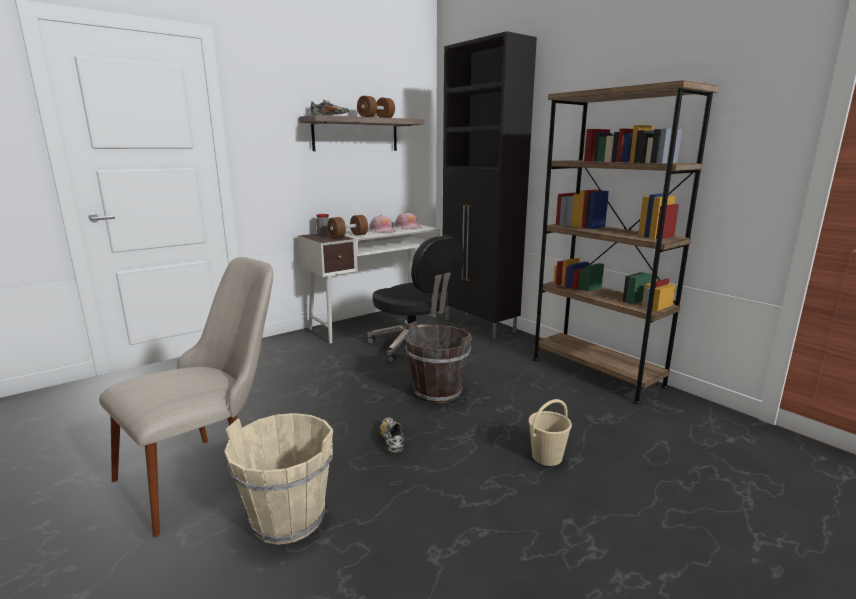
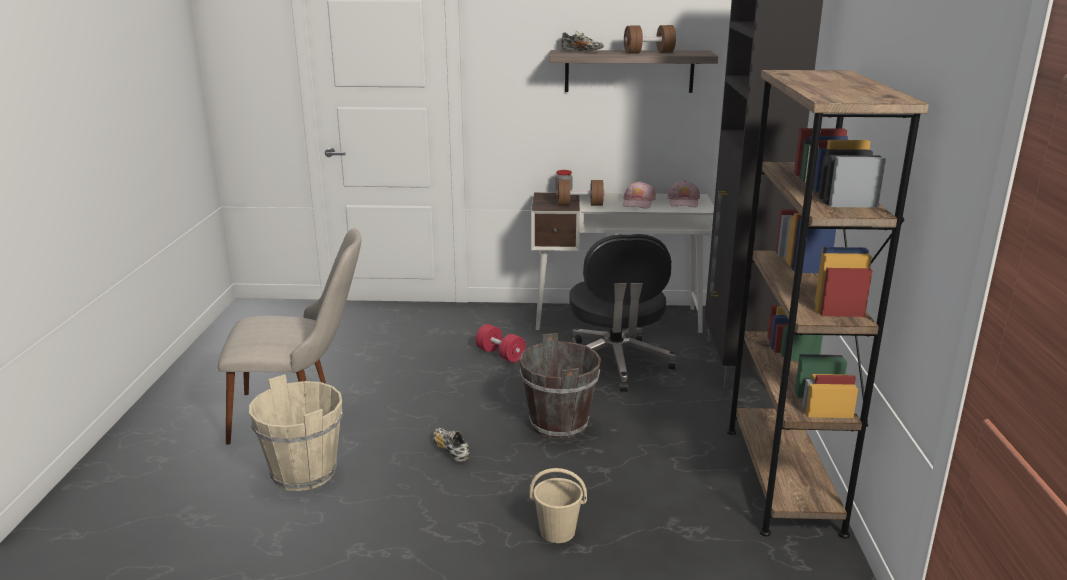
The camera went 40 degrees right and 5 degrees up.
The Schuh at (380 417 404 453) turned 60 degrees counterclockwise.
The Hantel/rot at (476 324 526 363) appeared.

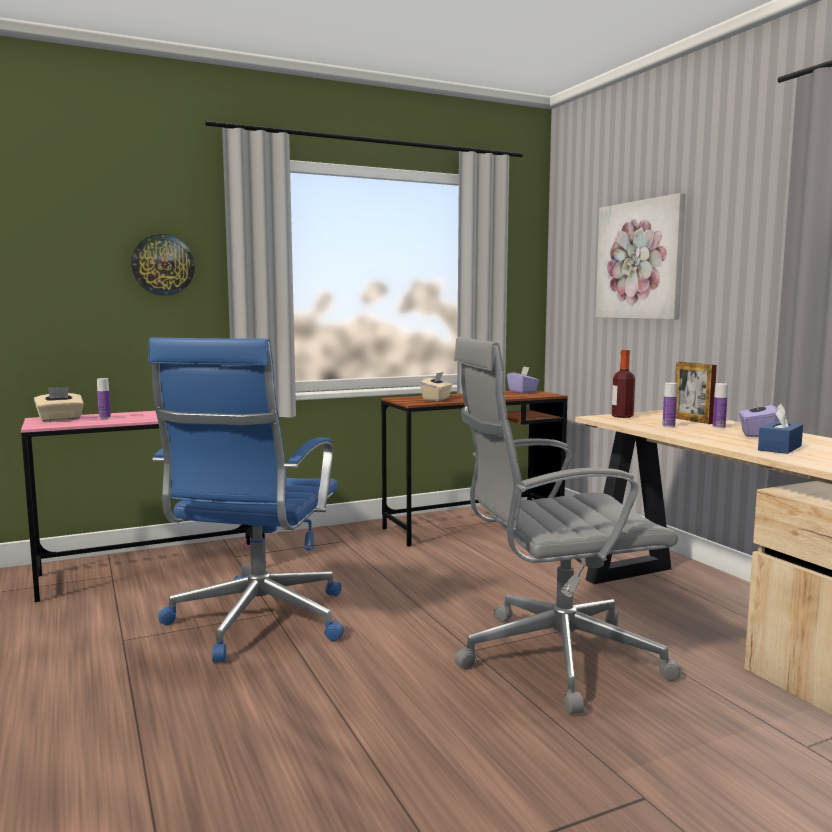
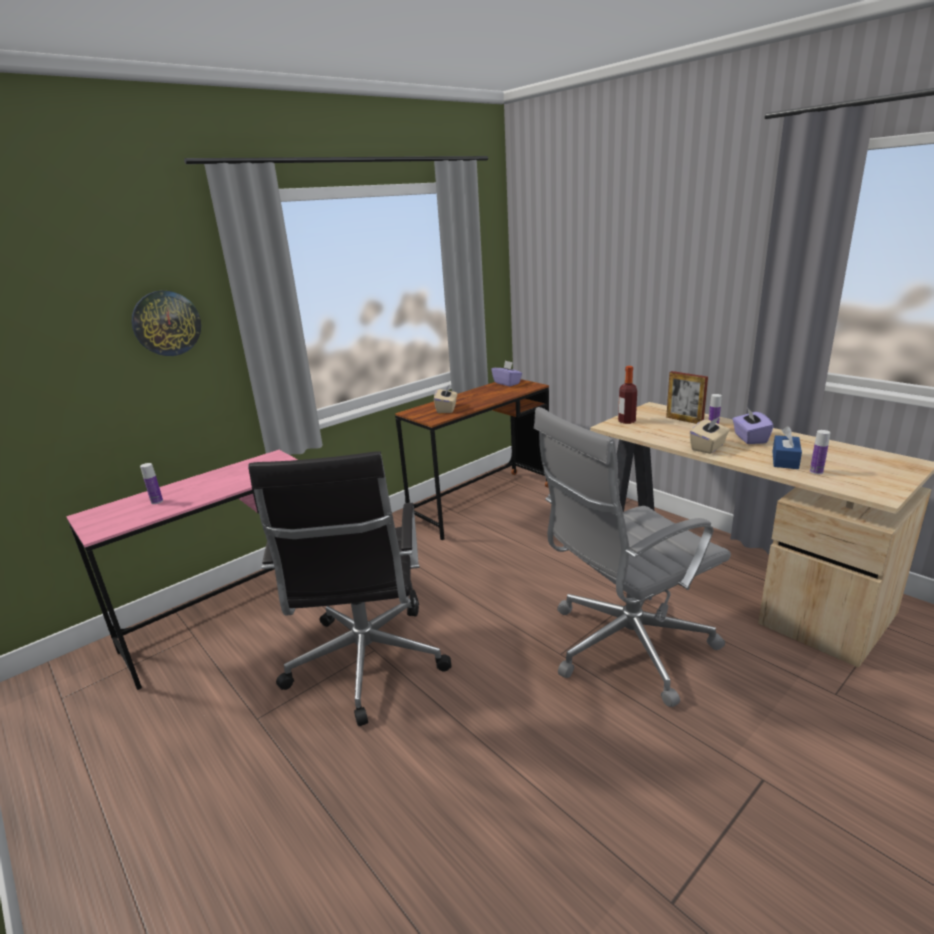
The camera went 15 degrees left and 15 degrees up.
The Taschentuchbox/beige moved from (34 387 84 422) to (690 416 730 454).
The Bürostuhl/blau at (148 338 344 662) became the Bürostuhl/schwarz at (248 451 451 726).
The Bild at (595 193 686 319) disappeared.
The Flasche moved from (662 383 677 427) to (810 430 830 474).

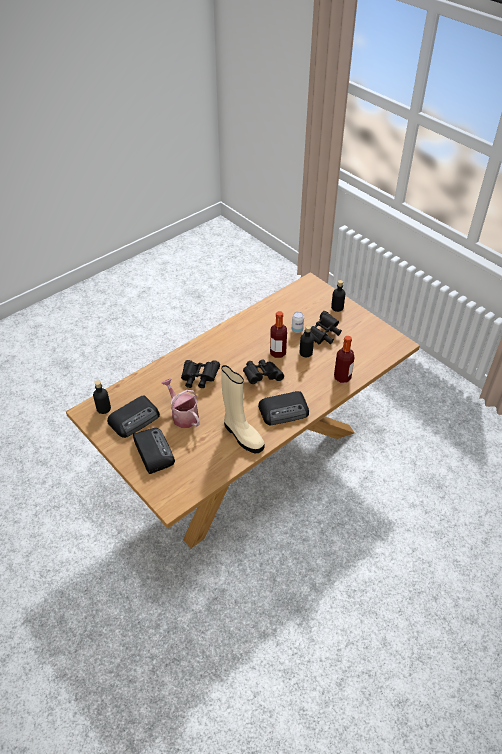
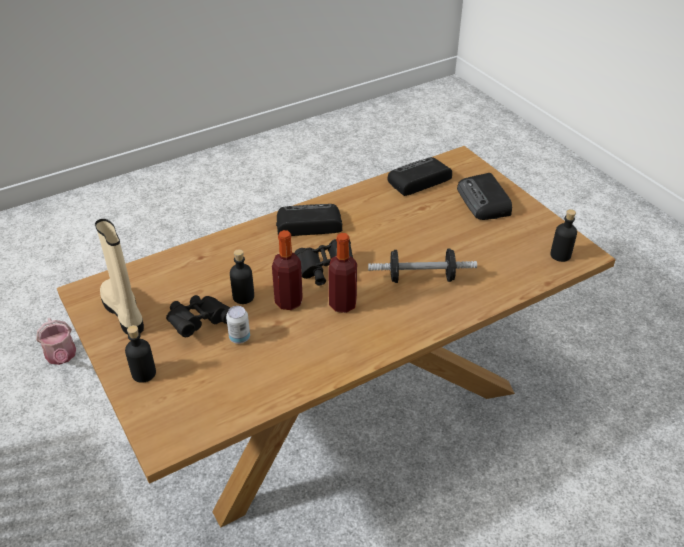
The camera went 170 degrees left and 5 degrees down.
The Radio moved from (107 396 160 438) to (387 157 452 196).
The Gießkanne moved from (161 378 200 428) to (36 318 76 365).
The Fernglas/schwarz at (181 360 220 388) was replaced by the Hantel at (368 249 477 283).
The Stiefel/beige moved from (221 365 264 453) to (95 219 144 335).
The Flasche moved from (334 336 355 383) to (328 233 357 313).

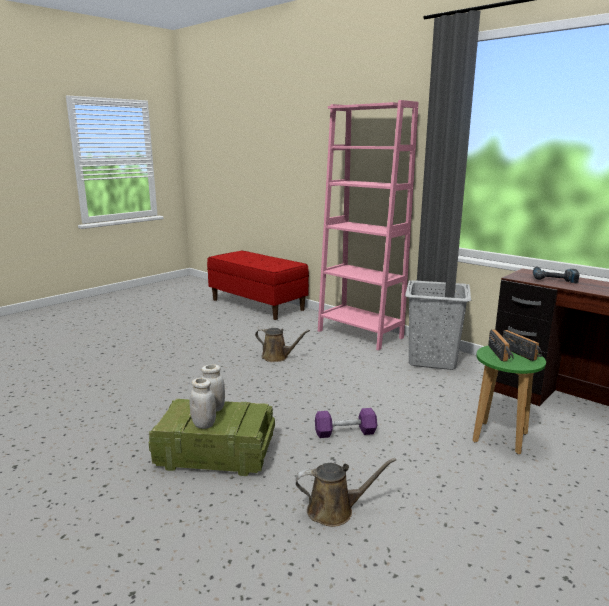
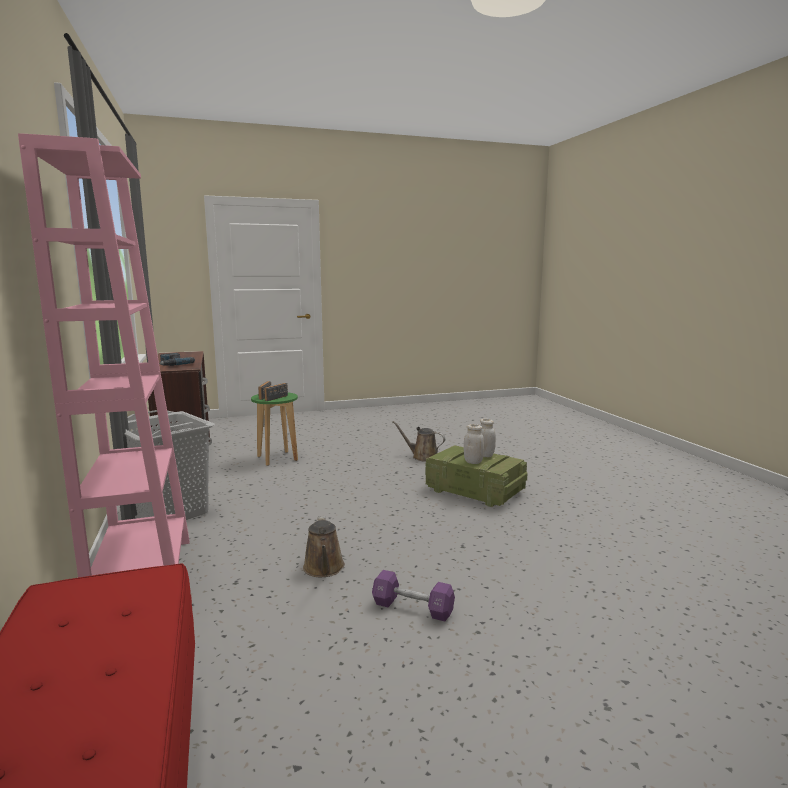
The camera went 150 degrees left and 5 degrees down.
The Gießkanne/braun at (255 328 310 362) turned 150 degrees counterclockwise.
The Hantel/lila moved from (315 408 377 438) to (372 570 455 621).

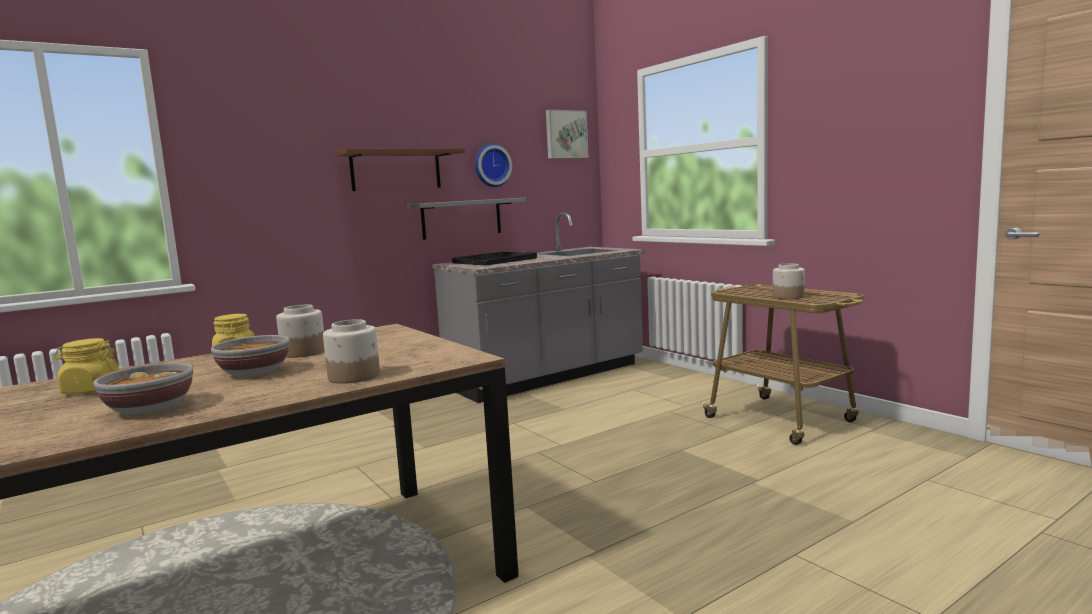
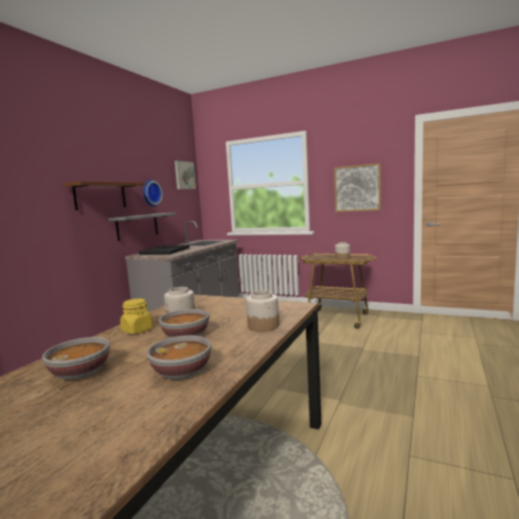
The camera went 30 degrees left and 0 degrees up.
The Vorratsglas/gelb at (54 338 119 394) was replaced by the Schüssel at (42 337 110 380).
The Bild at (334 163 381 212) appeared.

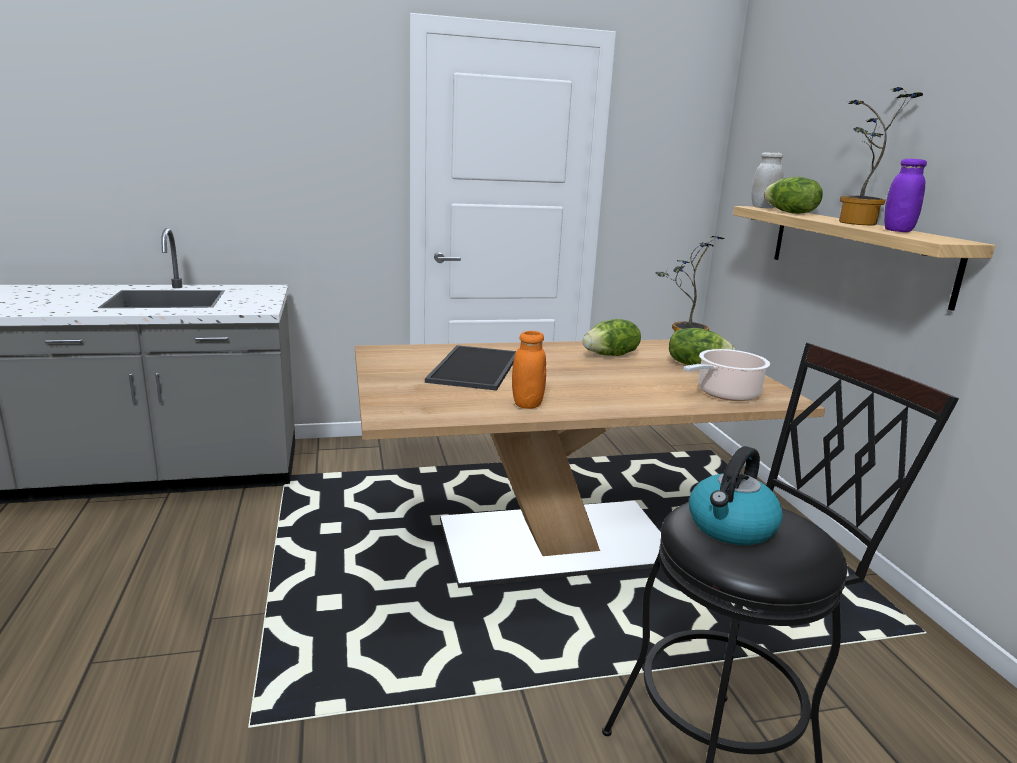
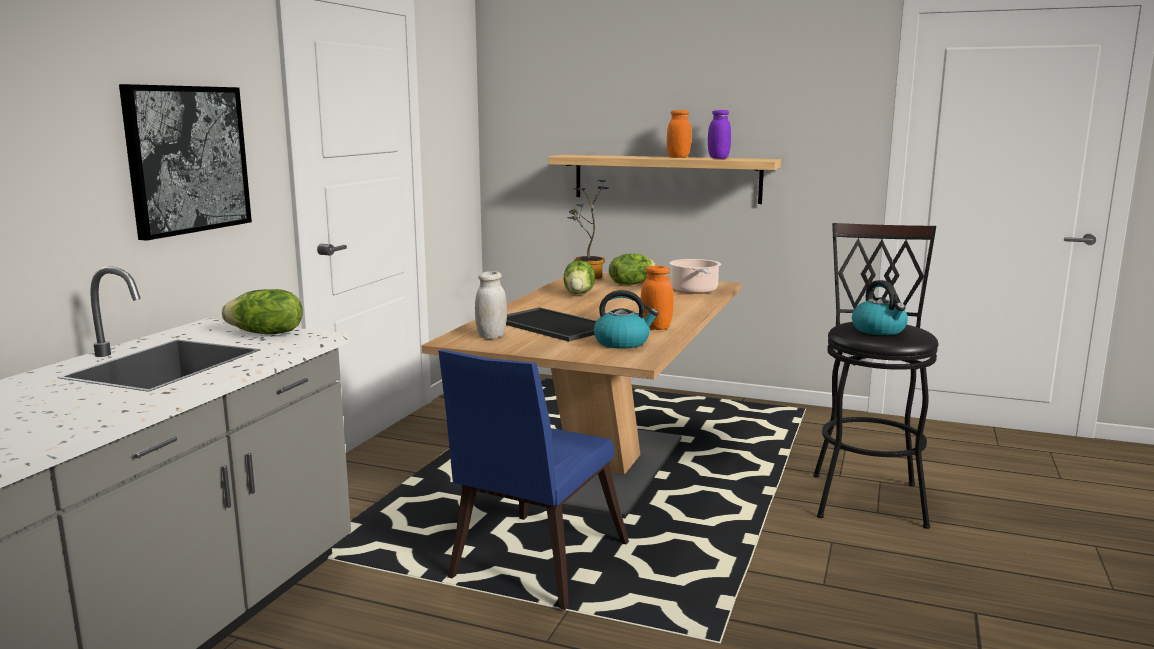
The camera went 55 degrees left and 5 degrees down.
The Vorratsglas/weiß moved from (751 152 784 208) to (475 271 507 339).
The Salatkopf moved from (763 177 823 214) to (222 289 303 335).
The Topfpflanze at (839 87 923 225) was replaced by the Vorratsglas/orange at (667 110 692 158).
The Bild at (119 84 252 241) appeared.
The Stuhl/blau at (439 350 629 610) appeared.
The Wasserkessel at (594 290 659 349) appeared.

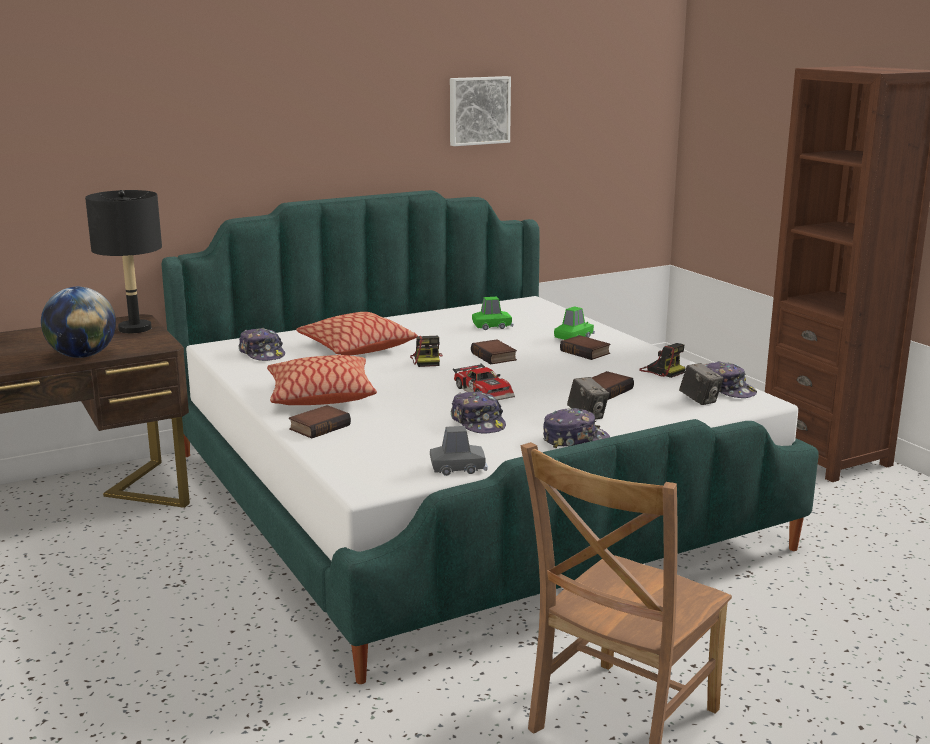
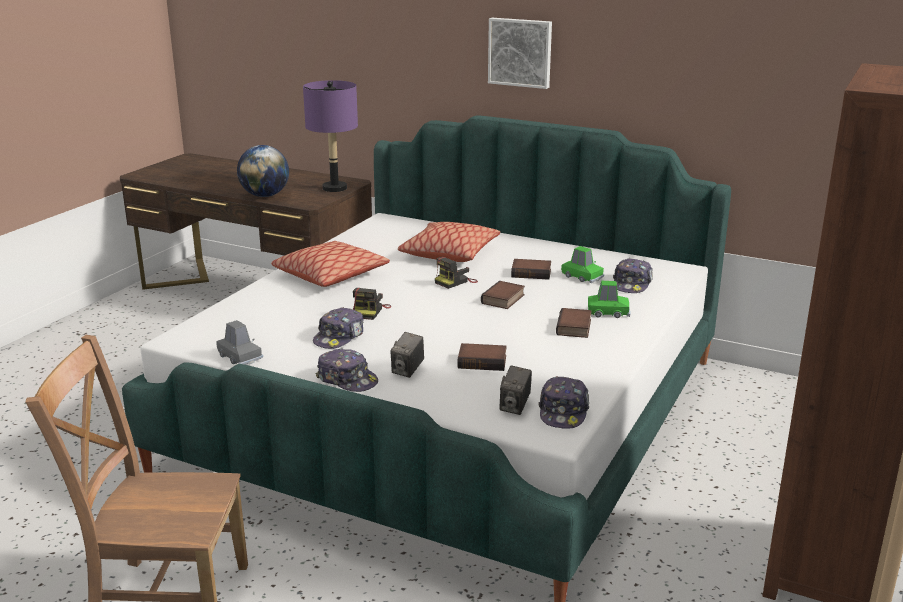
The camera went 55 degrees right and 5 degrees up.
The Tischlampe/schwarz at (85 190 162 333) became the Tischlampe/lila at (303 80 358 192).
The Kappe moved from (238 328 285 361) to (613 258 653 293).
The Buch moved from (289 405 351 439) to (511 259 551 280).
The Bild moved from (450 76 511 146) to (488 18 552 89).
The Spielzeugauto at (453 364 515 400) disappeared.
The Kamera moved from (639 343 686 378) to (353 288 391 320).

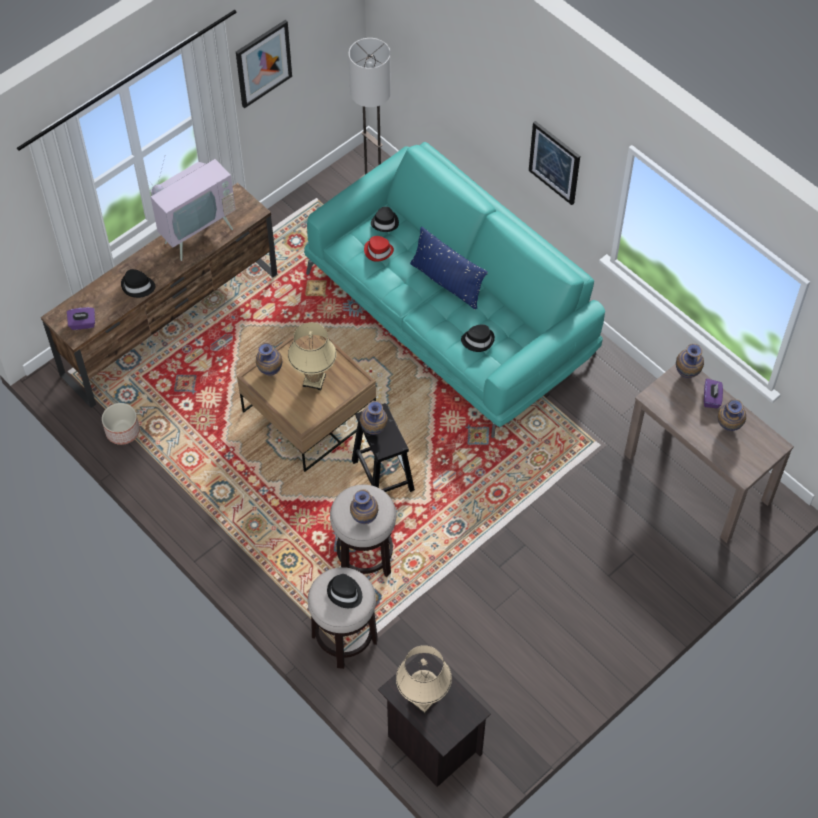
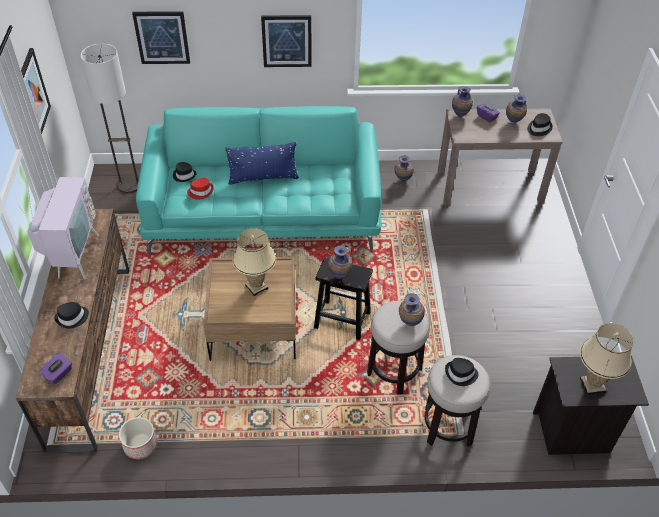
The camera went 50 degrees left and 10 degrees down.
The Vase moved from (256 342 282 375) to (395 155 414 181).
The Hut/schwarz moved from (461 324 495 352) to (527 113 553 136).
The Bild at (132 11 190 64) appeared.

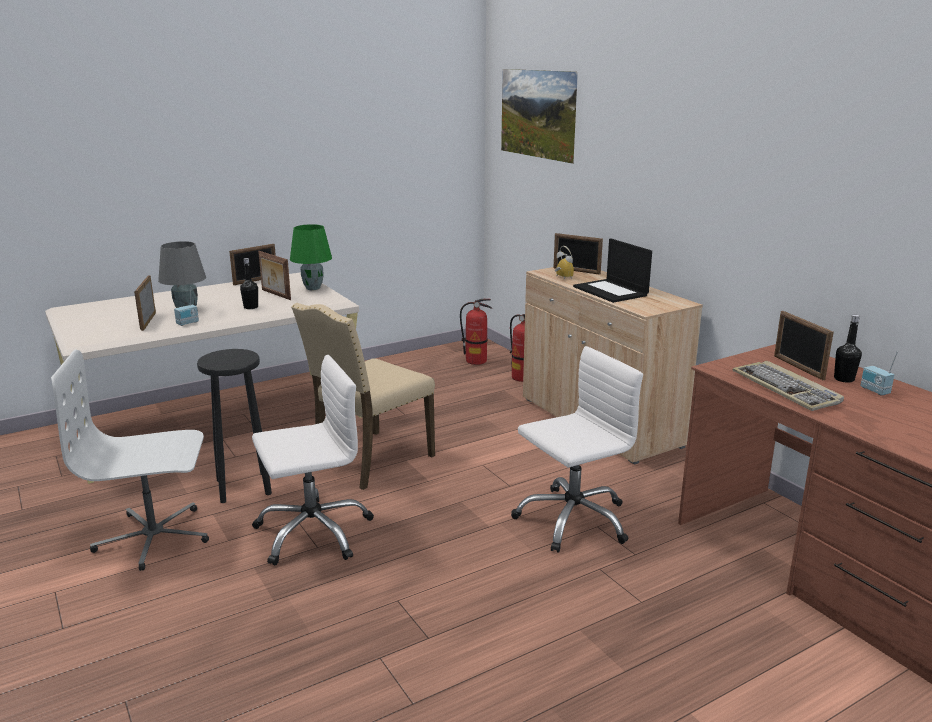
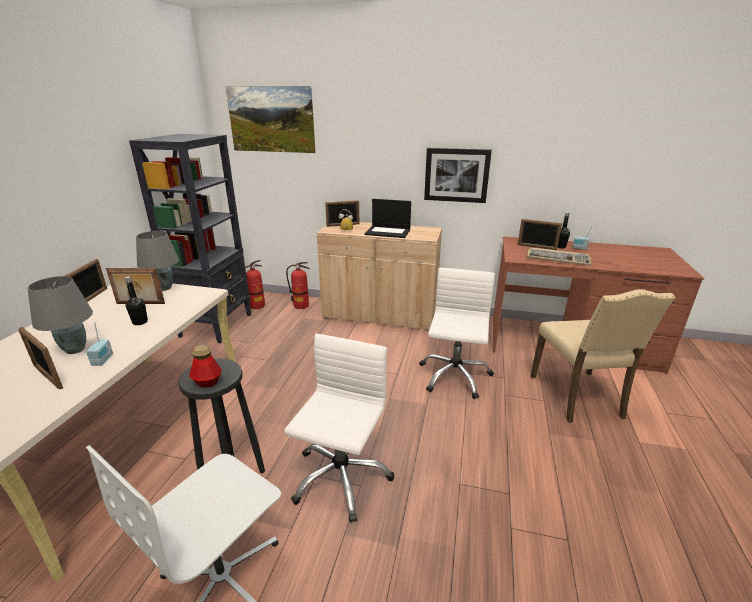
The camera went 45 degrees left and 5 degrees up.
The Tischlampe/grün at (290 224 332 290) became the Tischlampe/grau at (136 231 179 291).
The Stuhl/beige moved from (291 303 435 490) to (531 289 675 423).
The Bücherregal/schwarz at (129 134 251 343) appeared.
The Flasche at (189 345 222 387) appeared.
The Bild at (424 148 492 203) appeared.

